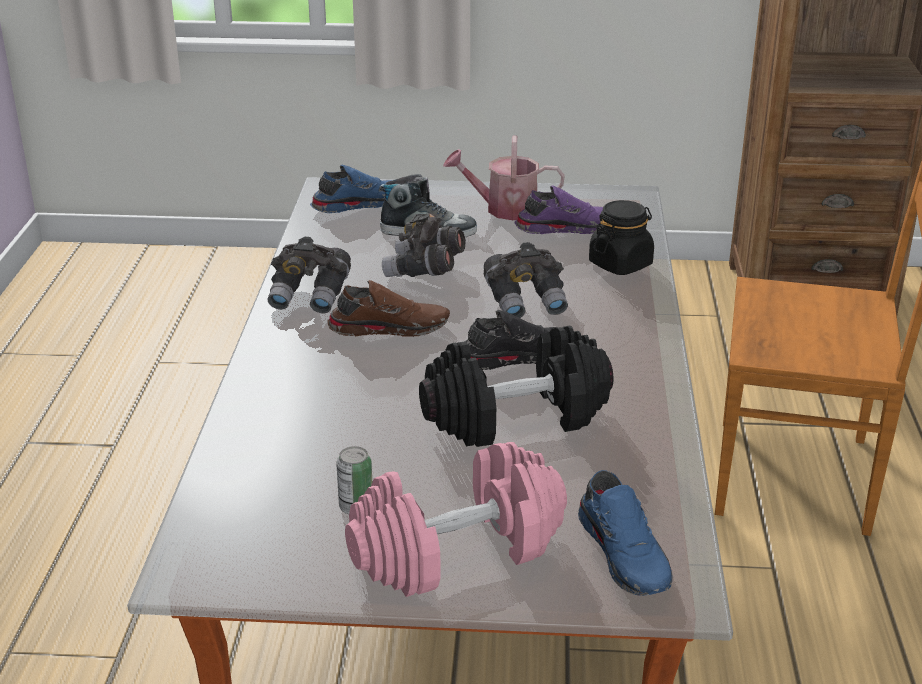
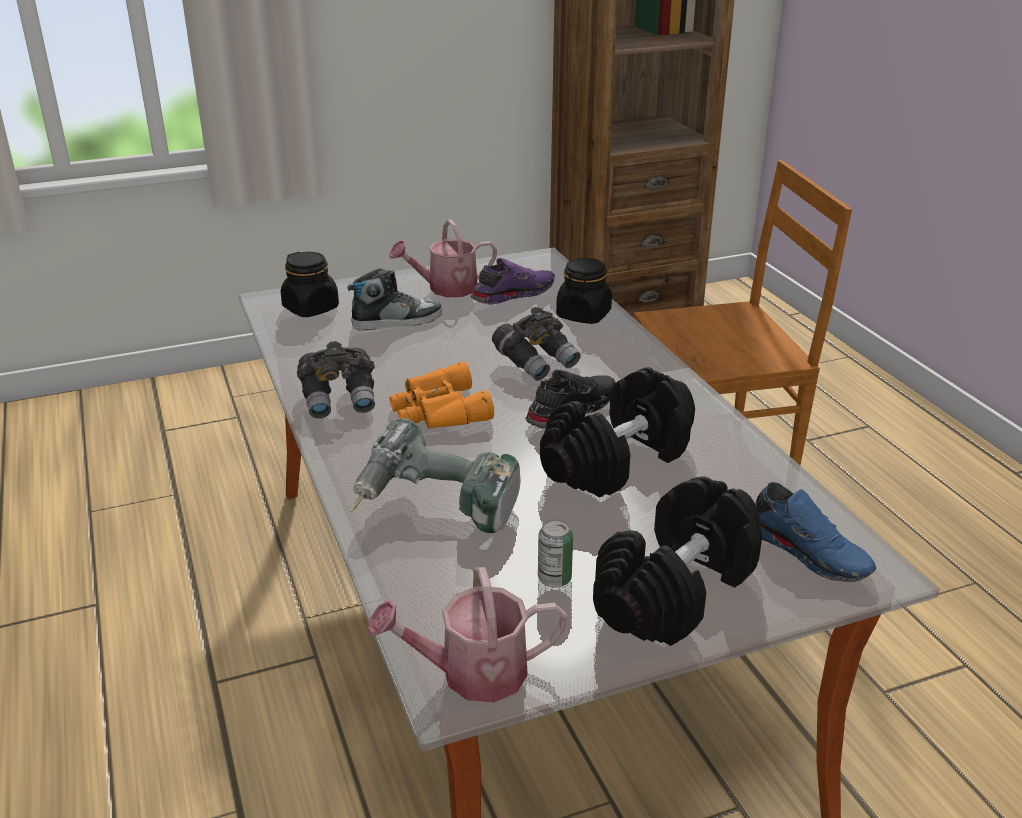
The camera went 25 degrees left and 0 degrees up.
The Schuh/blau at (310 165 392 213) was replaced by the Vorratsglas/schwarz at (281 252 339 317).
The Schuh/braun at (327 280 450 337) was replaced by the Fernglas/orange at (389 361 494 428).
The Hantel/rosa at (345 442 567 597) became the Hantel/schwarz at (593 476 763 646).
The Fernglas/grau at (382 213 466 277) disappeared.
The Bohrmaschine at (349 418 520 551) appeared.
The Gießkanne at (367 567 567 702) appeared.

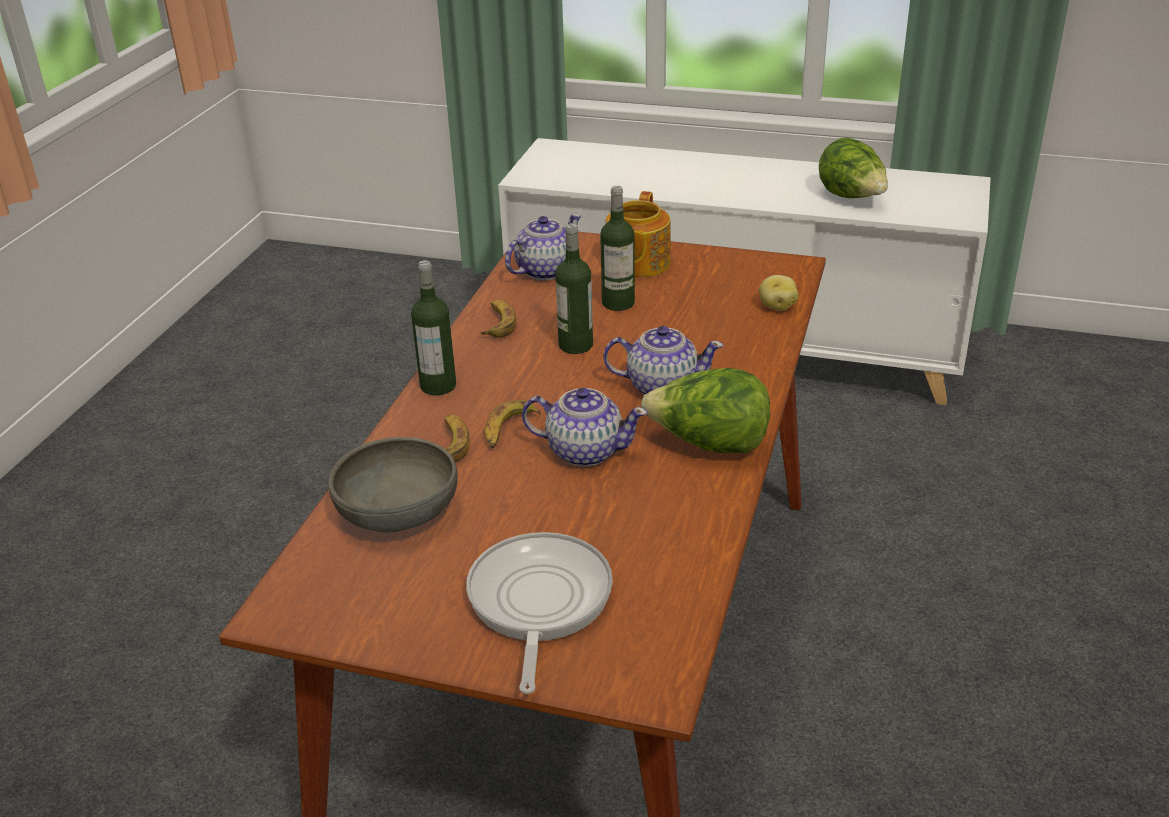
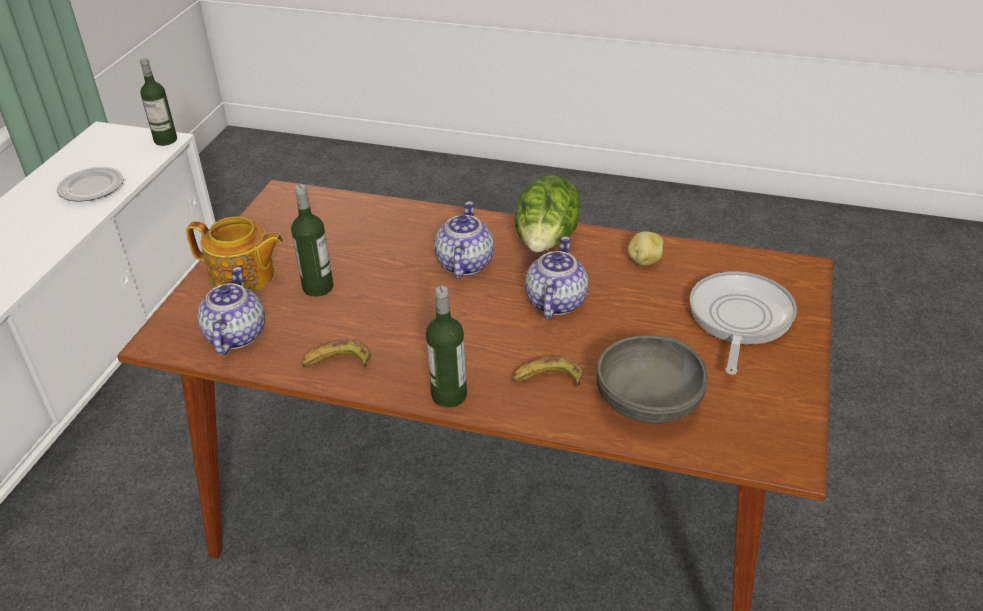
The camera went 90 degrees left and 5 degrees up.
The Pfanne at (466 532 613 694) turned 105 degrees clockwise.
The Banane at (485 400 541 448) disappeared.
The Teekanne at (505 214 582 280) turned 45 degrees clockwise.
The Flasche moved from (555 223 593 354) to (140 58 177 146).
The Kartoffel moved from (759 275 799 311) to (628 231 663 266).
The Salatkopf at (819 138 888 198) was replaced by the Teller at (57 166 124 202).

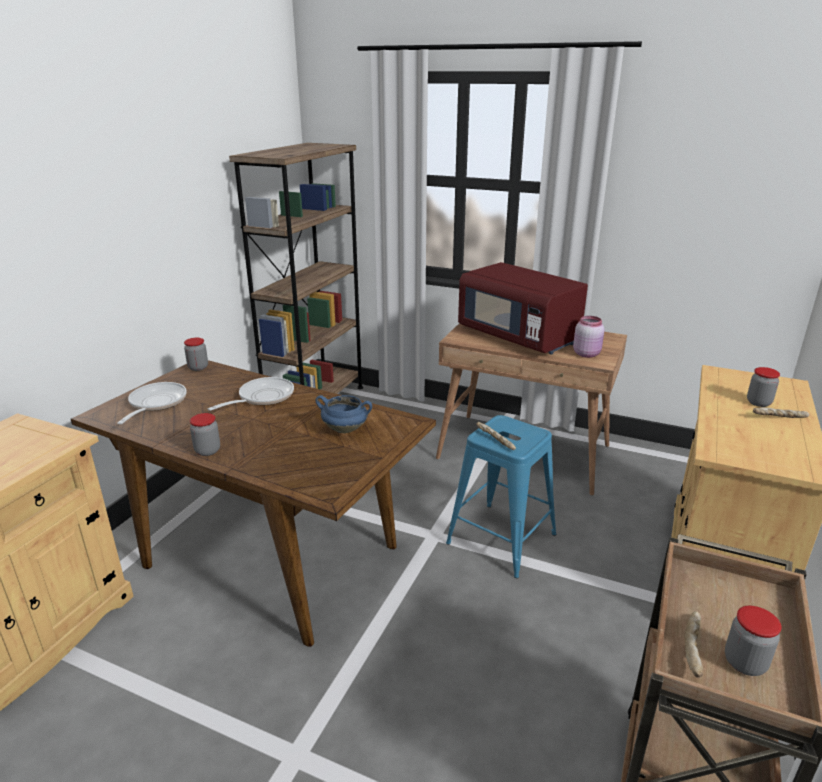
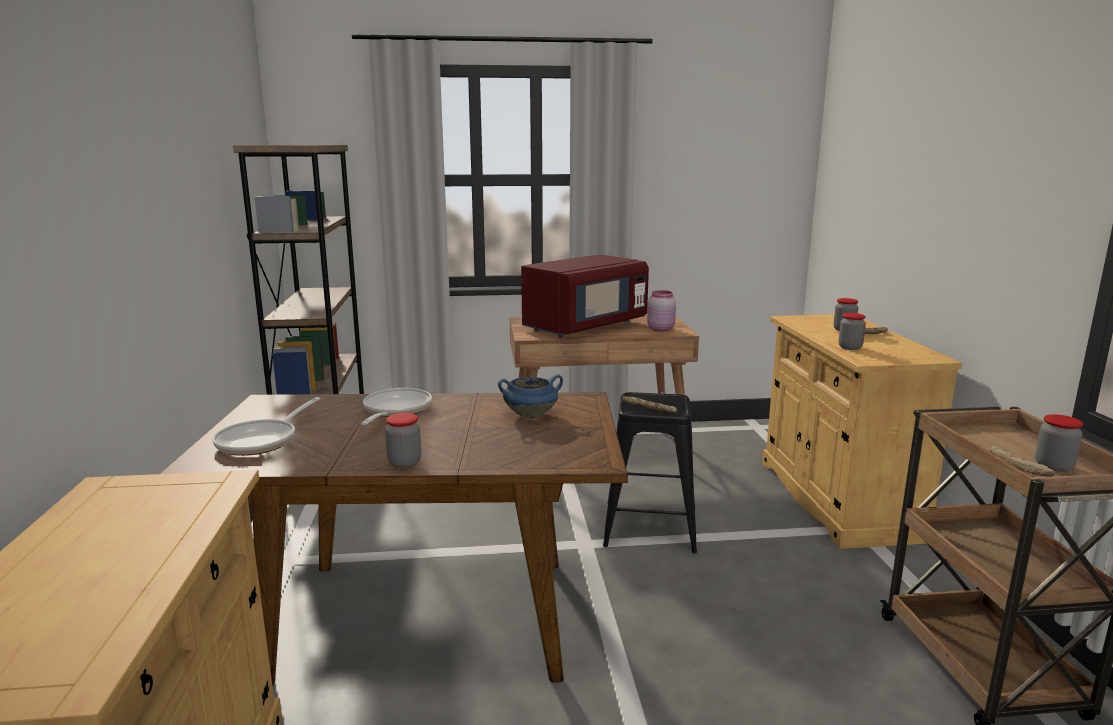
The camera went 30 degrees left and 10 degrees down.
The Pfanne at (118 382 187 424) turned 135 degrees counterclockwise.
The Vorratsglas moved from (184 338 208 371) to (839 313 866 350).
The Hocker/blau at (446 415 556 578) became the Hocker/schwarz at (603 392 697 553).
The Mikrowelle/rot at (458 262 588 355) turned 60 degrees counterclockwise.

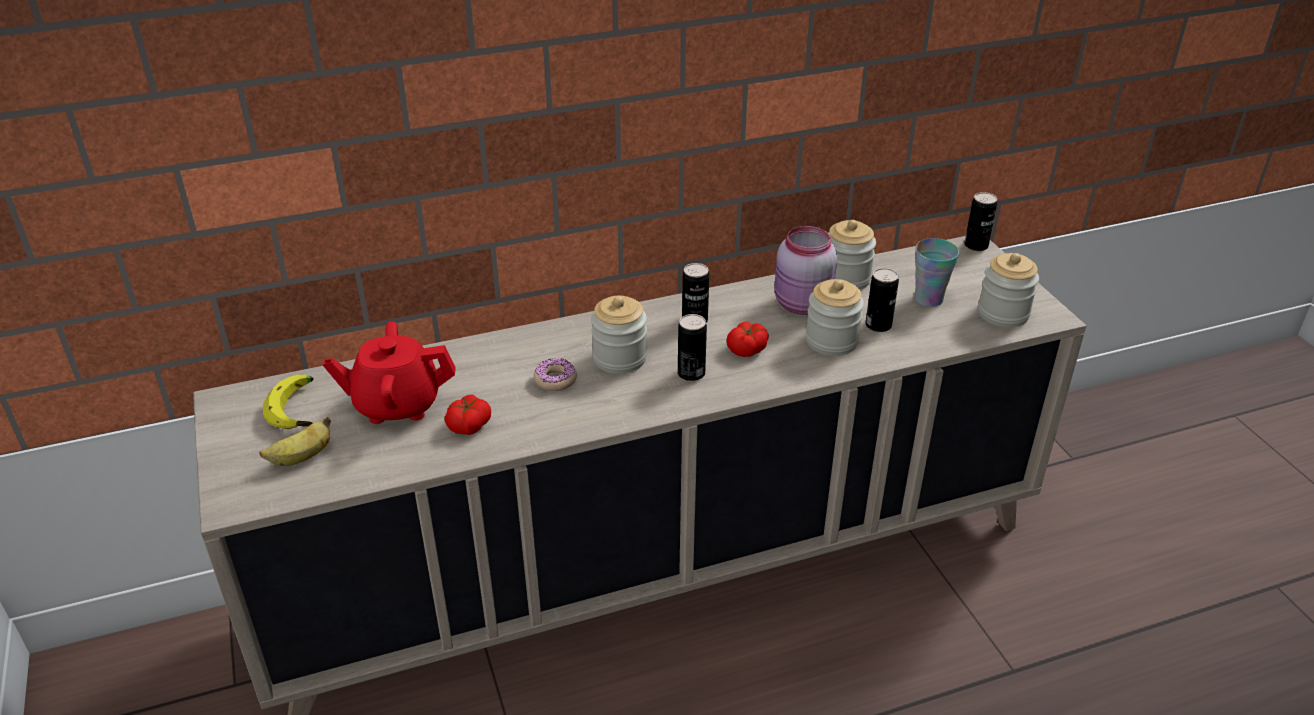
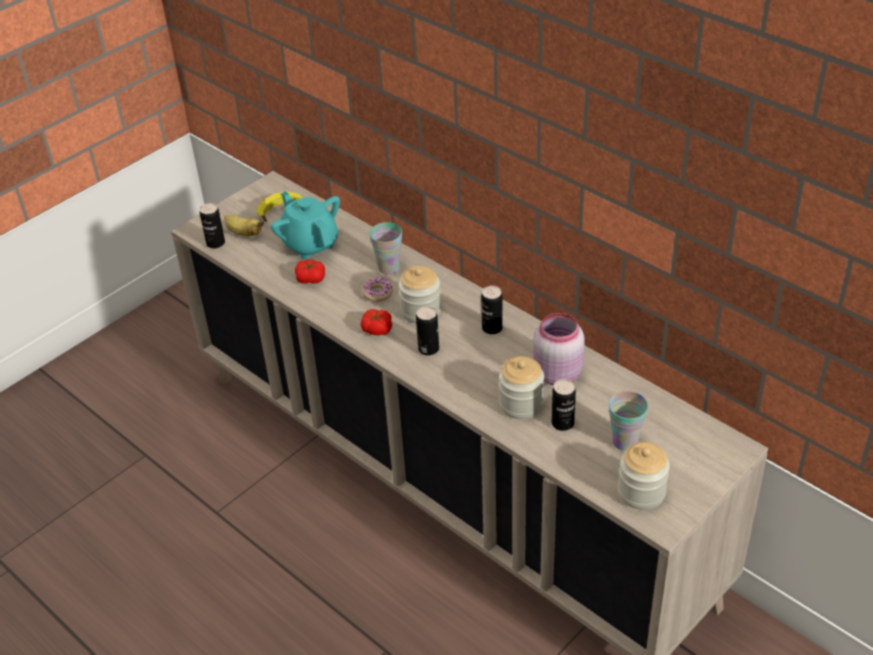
The camera went 65 degrees right and 5 degrees up.
The Teekanne/rot at (323 322 456 424) became the Teekanne/türkis at (271 191 340 259).
The Tomate moved from (727 321 769 357) to (361 309 392 335).
The Vorratsglas at (828 220 876 290) disappeared.
The Dose moved from (964 192 997 251) to (200 203 225 248).
The Tasse at (369 222 402 274) appeared.

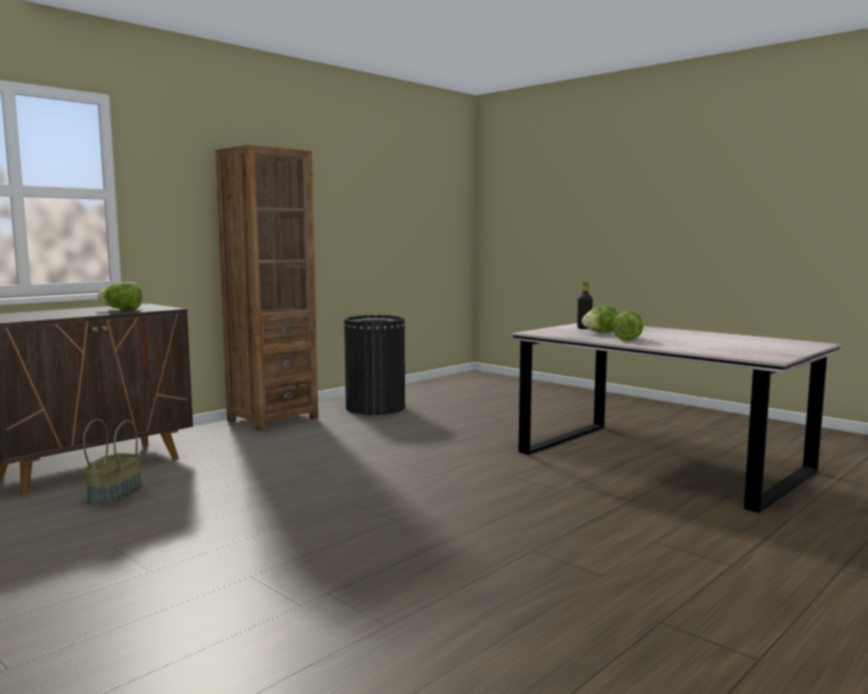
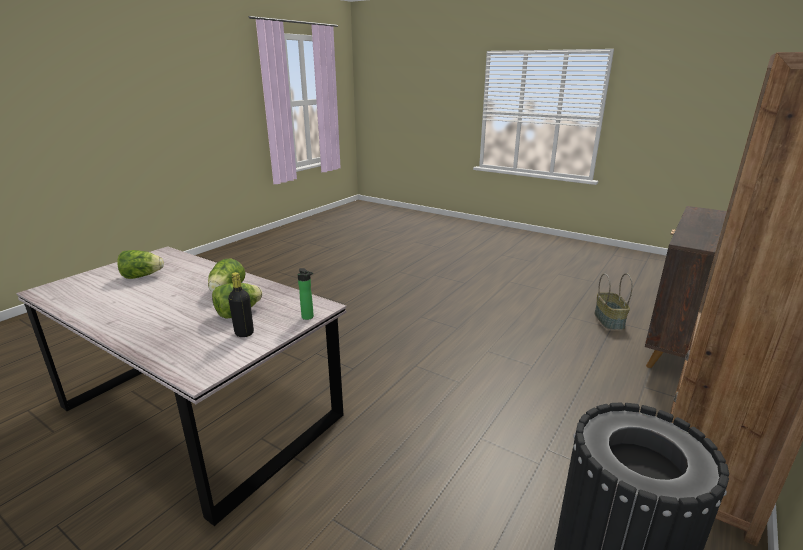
The camera went 170 degrees right and 15 degrees up.
The Salatkopf moved from (98 282 142 310) to (117 250 164 279).
The Flasche at (298 268 314 320) appeared.

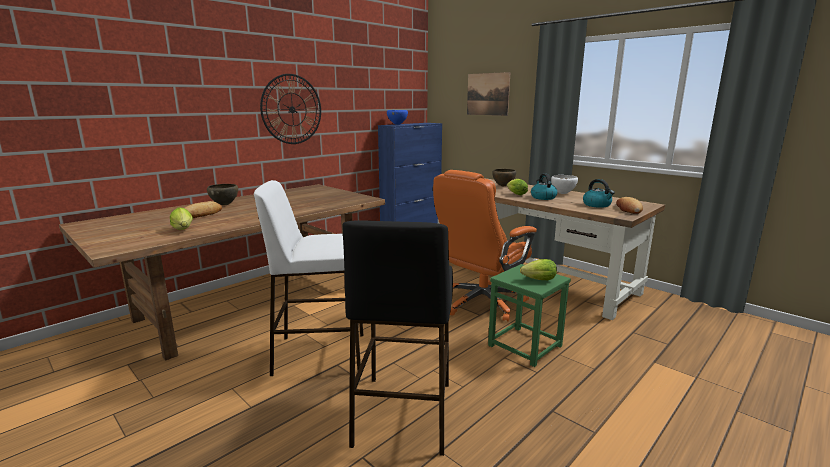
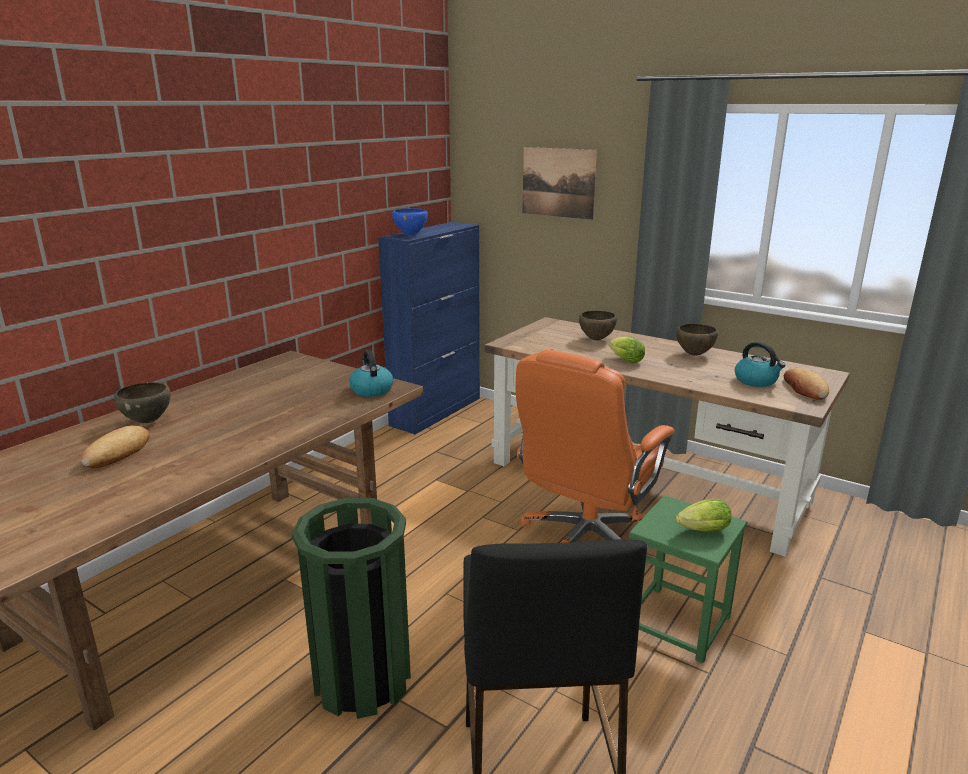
The camera went 10 degrees left and 5 degrees up.
The Salatkopf at (170 207 193 230) disappeared.
The Hocker/weiß at (254 180 363 376) was replaced by the Mülleimer/grün at (292 498 411 719).
The Wanduhr at (260 74 321 144) disappeared.
The Wasserkessel moved from (531 173 557 200) to (349 350 393 397).
The Schüssel/weiß at (551 175 578 194) became the Schüssel/braun at (677 324 718 356).

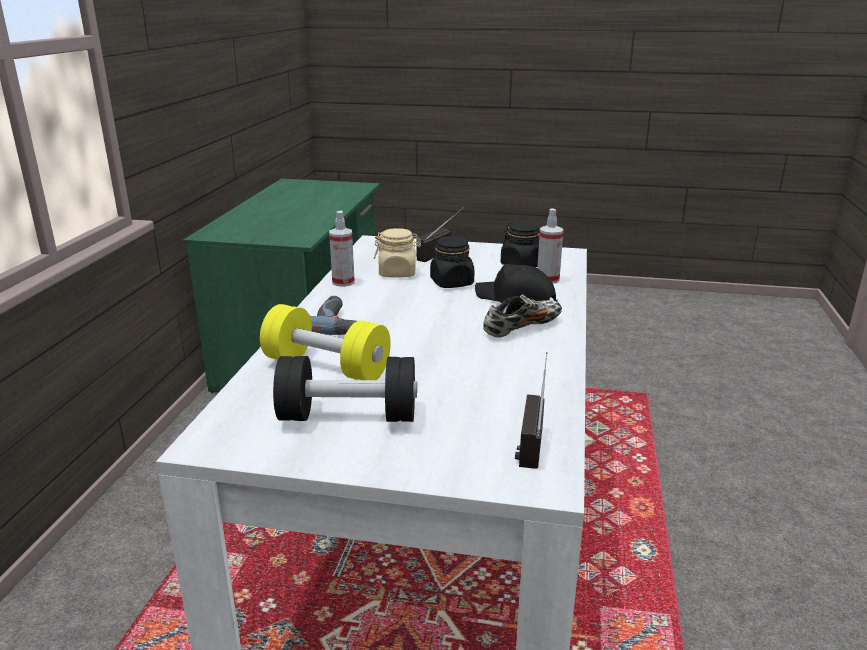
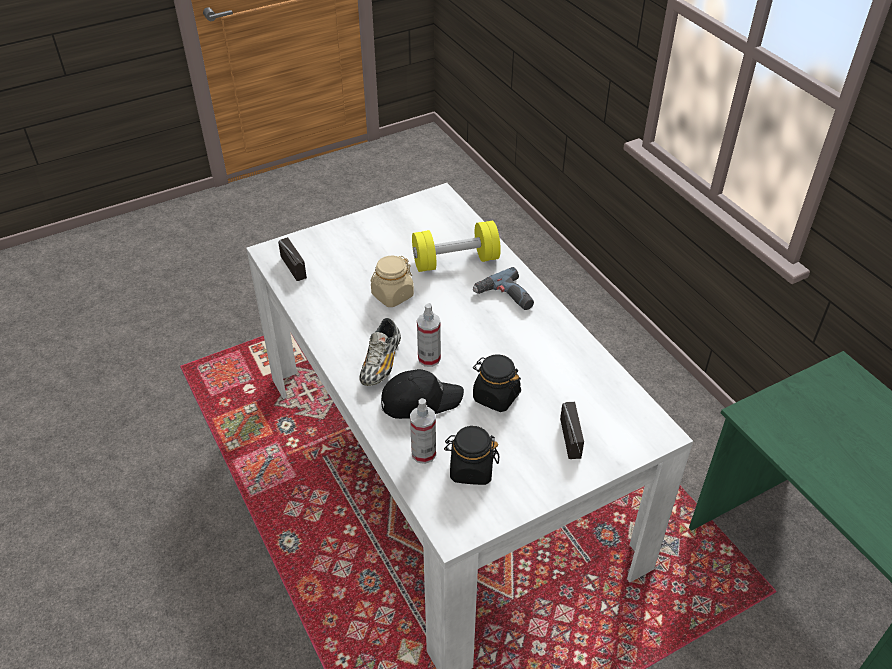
The camera went 140 degrees right and 20 degrees up.
The Hantel/schwarz at (273 356 417 422) disappeared.
The Sprühflasche moved from (329 211 355 287) to (417 303 441 367).
The Vorratsglas/beige moved from (374 228 421 278) to (371 256 414 307).

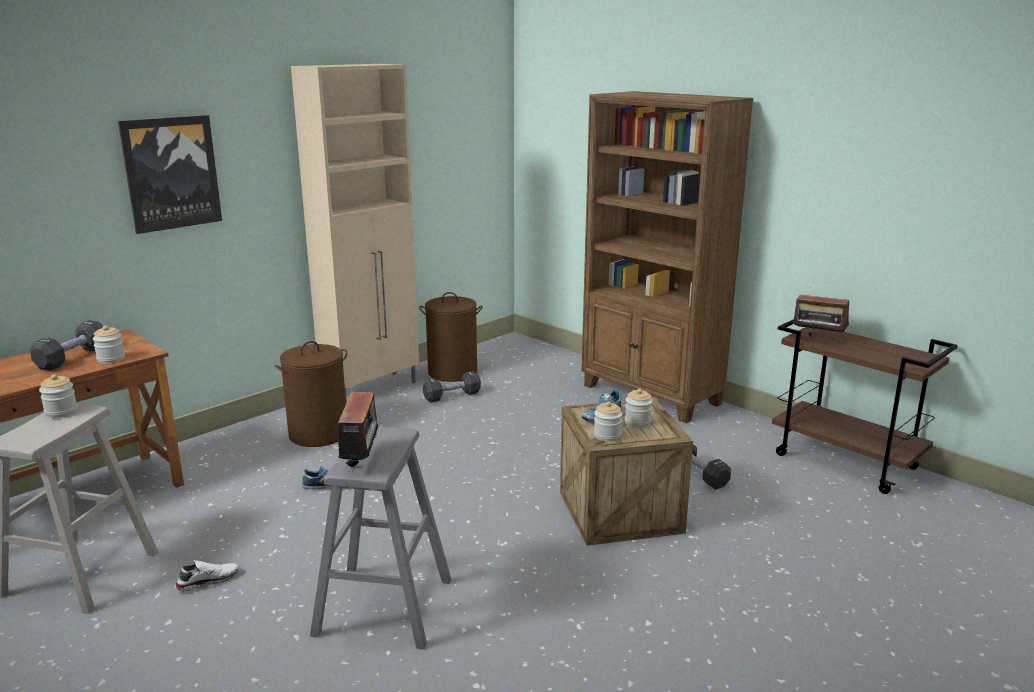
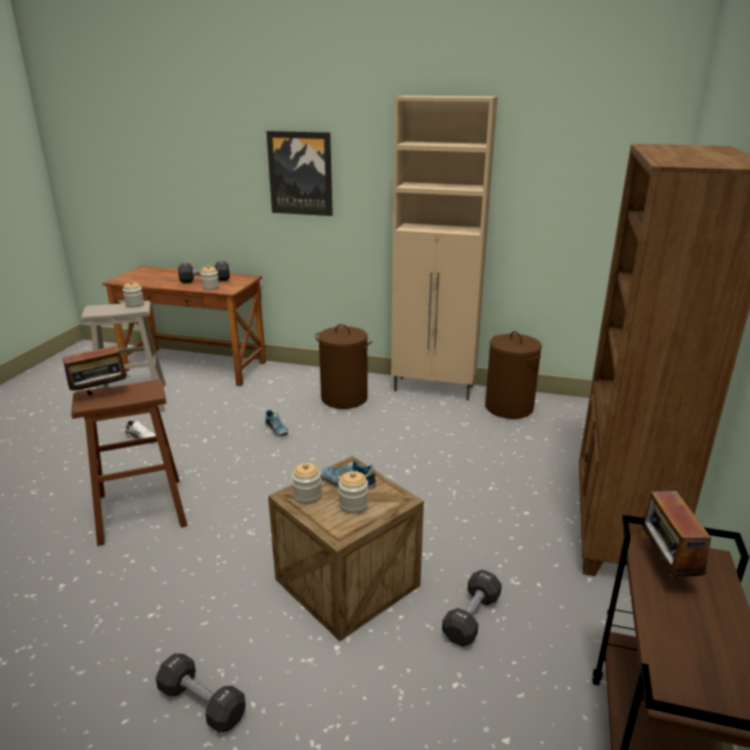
The camera went 60 degrees right and 5 degrees up.
The Hocker/grau at (310 426 451 649) became the Hocker/braun at (71 379 187 546).
The Hantel/schwarz moved from (423 371 481 403) to (156 653 246 733).

